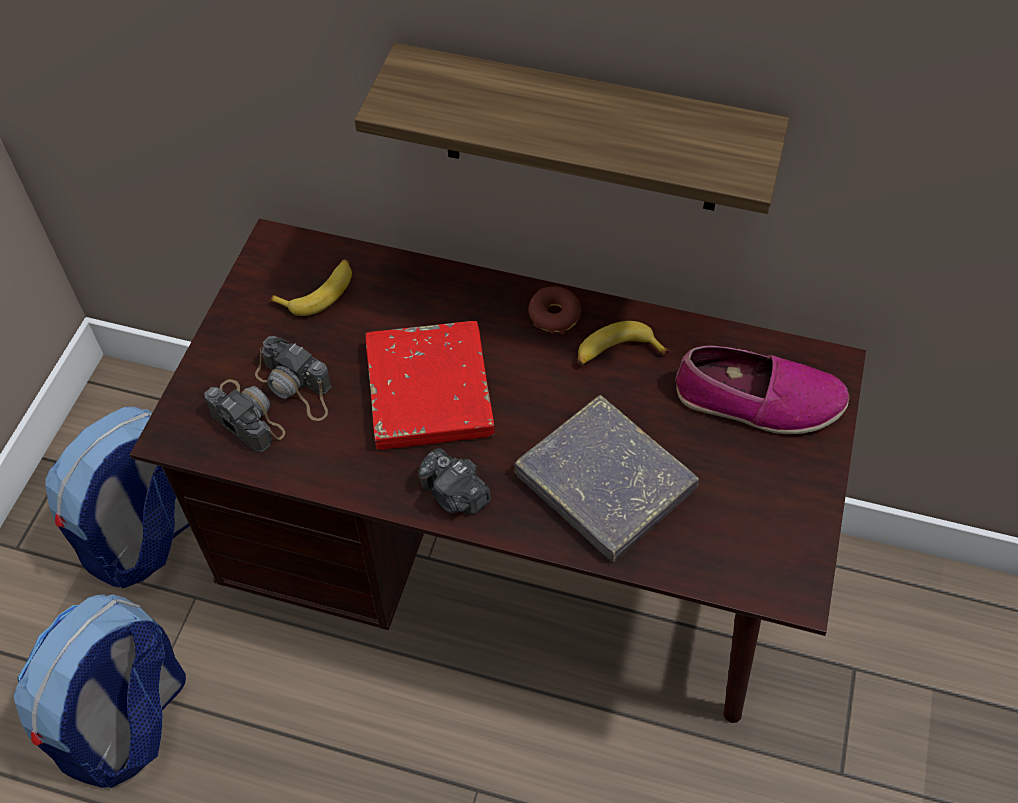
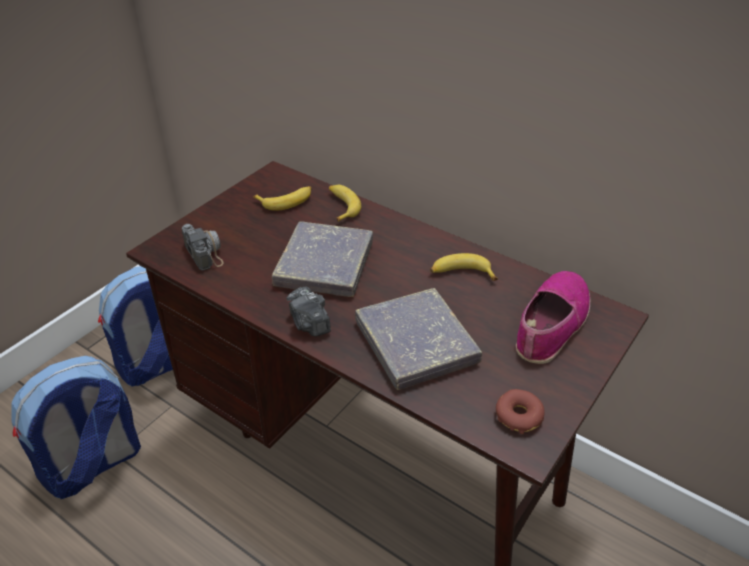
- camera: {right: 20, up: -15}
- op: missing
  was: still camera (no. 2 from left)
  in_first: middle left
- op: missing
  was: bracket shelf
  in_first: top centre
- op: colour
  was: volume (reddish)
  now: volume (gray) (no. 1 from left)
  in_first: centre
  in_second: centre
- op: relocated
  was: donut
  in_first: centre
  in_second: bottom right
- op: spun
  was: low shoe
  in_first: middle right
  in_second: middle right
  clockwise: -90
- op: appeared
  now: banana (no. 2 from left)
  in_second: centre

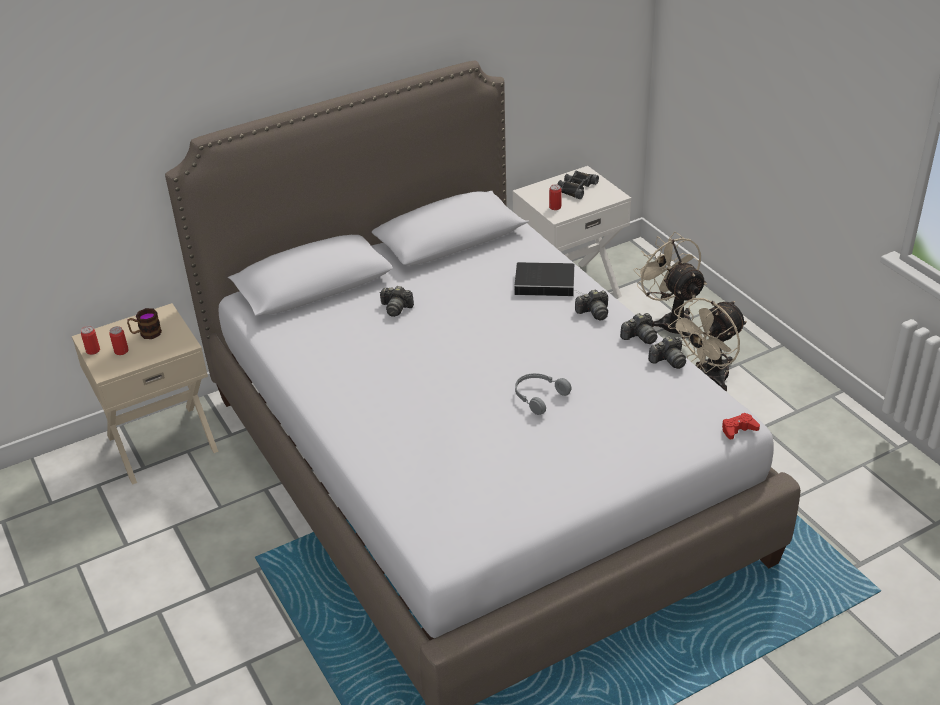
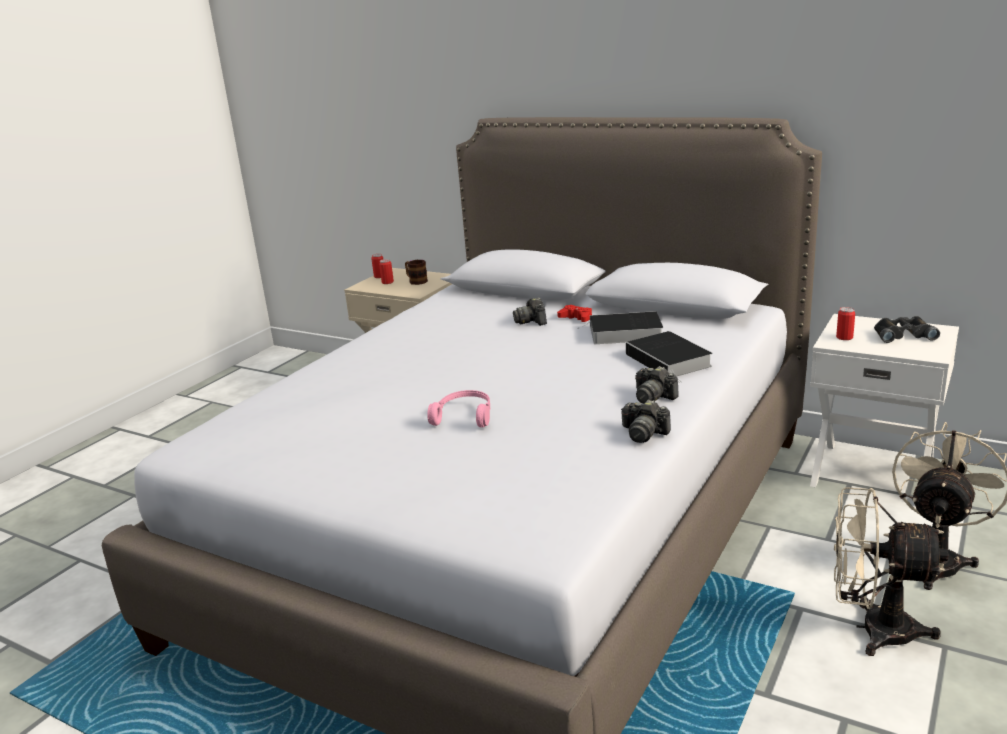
- camera: {right: 60, up: -15}
- op: colour
  was: headset (gray)
  now: headset (pink)
  in_first: centre
  in_second: centre
- op: missing
  was: still camera (no. 4 from left)
  in_first: middle right
- op: relocated
  was: gamepad (reddish)
  in_first: middle right
  in_second: centre
- op: appeared
  now: volume (no. 1 from left)
  in_second: centre

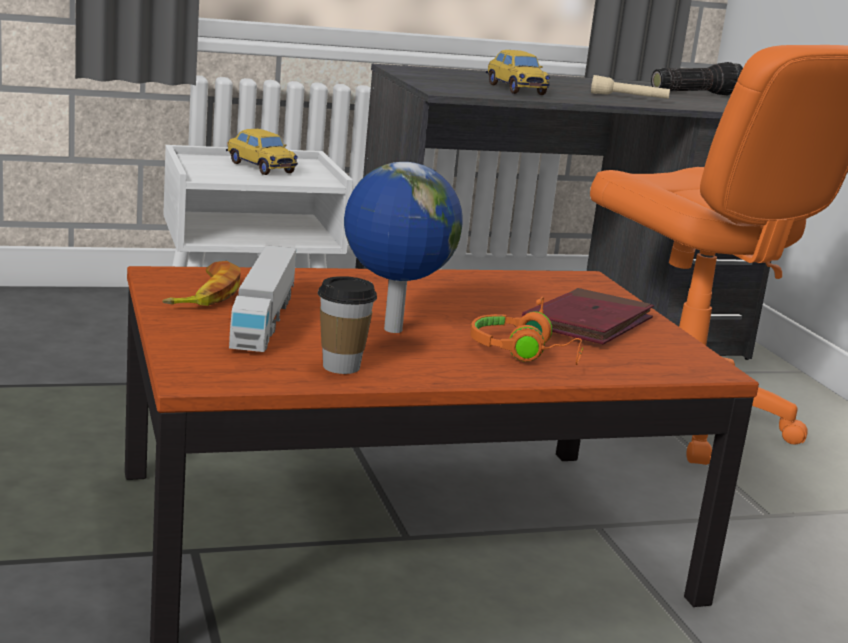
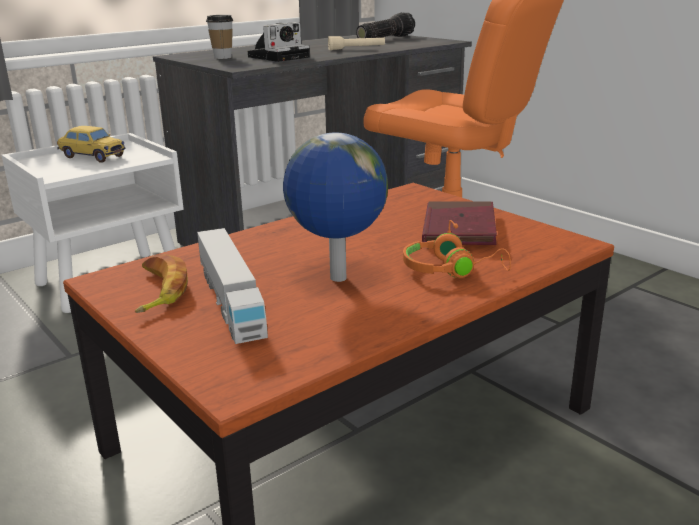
- camera: {right: -20, up: 5}
- op: relocated
  was: cup
  in_first: centre
  in_second: top left
- op: exchanged
  was: miniature car (no. 2 from left)
  now: still camera
  in_first: top centre
  in_second: top centre

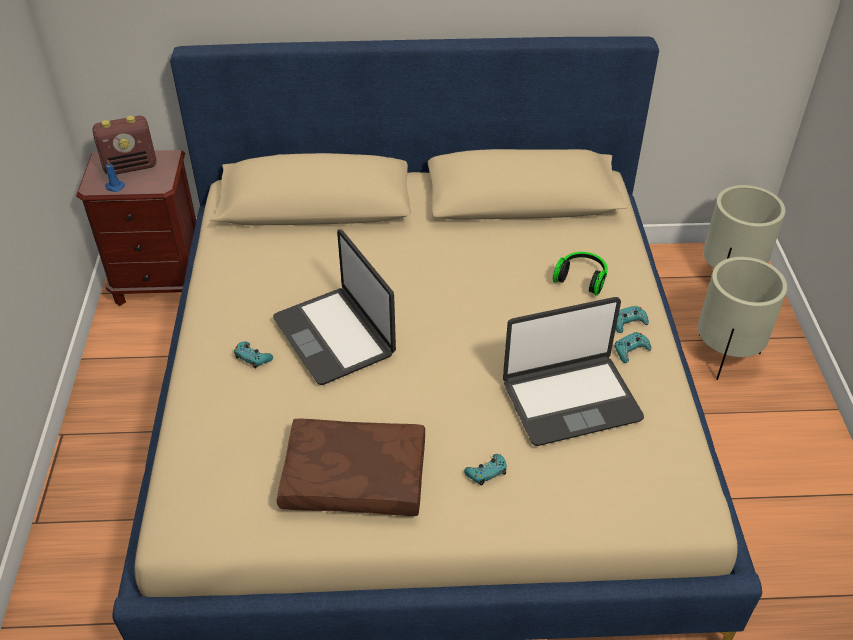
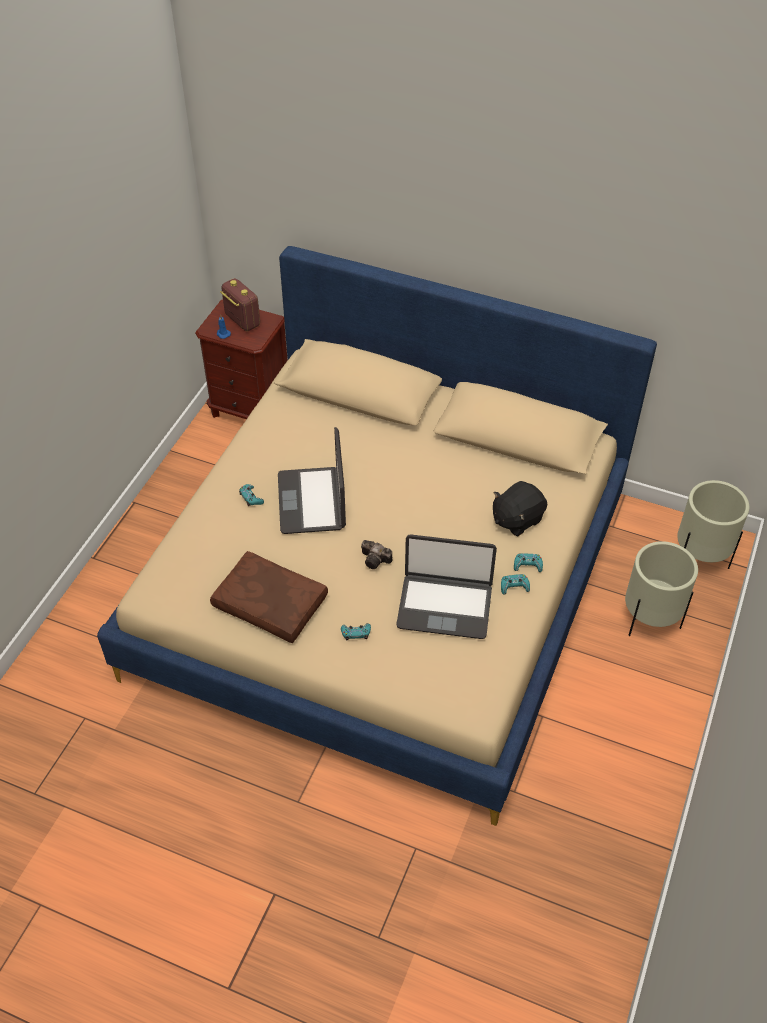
- camera: {right: 25, up: 5}
- op: spun
  was: radio
  in_first: top left
  in_second: top left
  clockwise: -135
- op: exchanged
  was: headset
  now: cuddly toy (black-coloured)
  in_first: middle right
  in_second: middle right
- op: appeared
  now: still camera
  in_second: centre

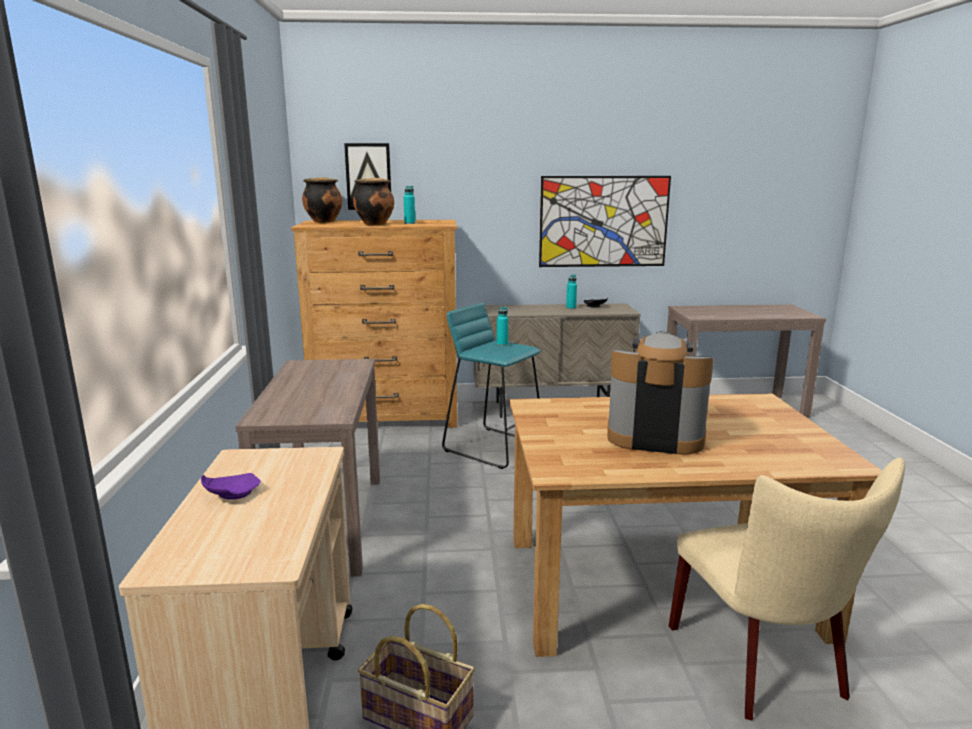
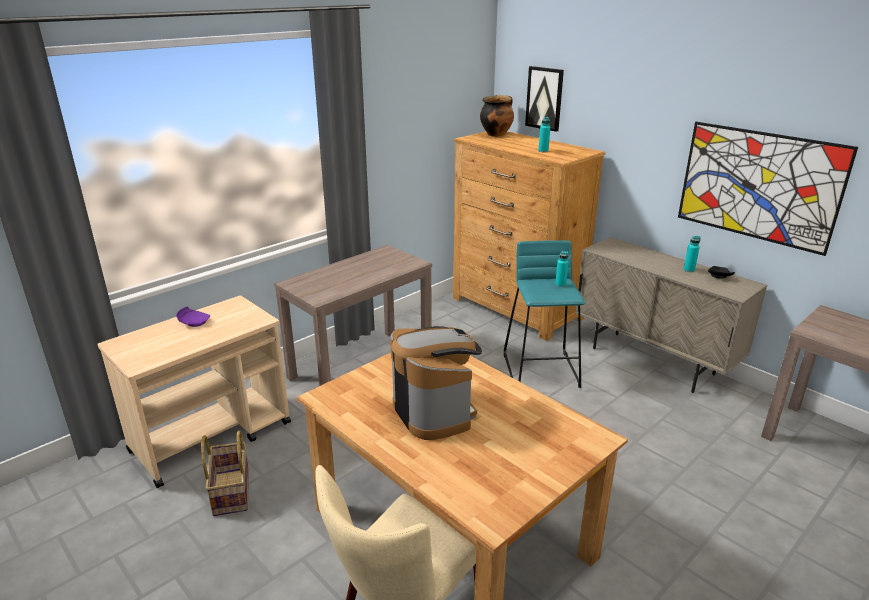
- camera: {right: 50, up: 10}
- op: missing
  was: stockpot (no. 2 from left)
  in_first: top centre

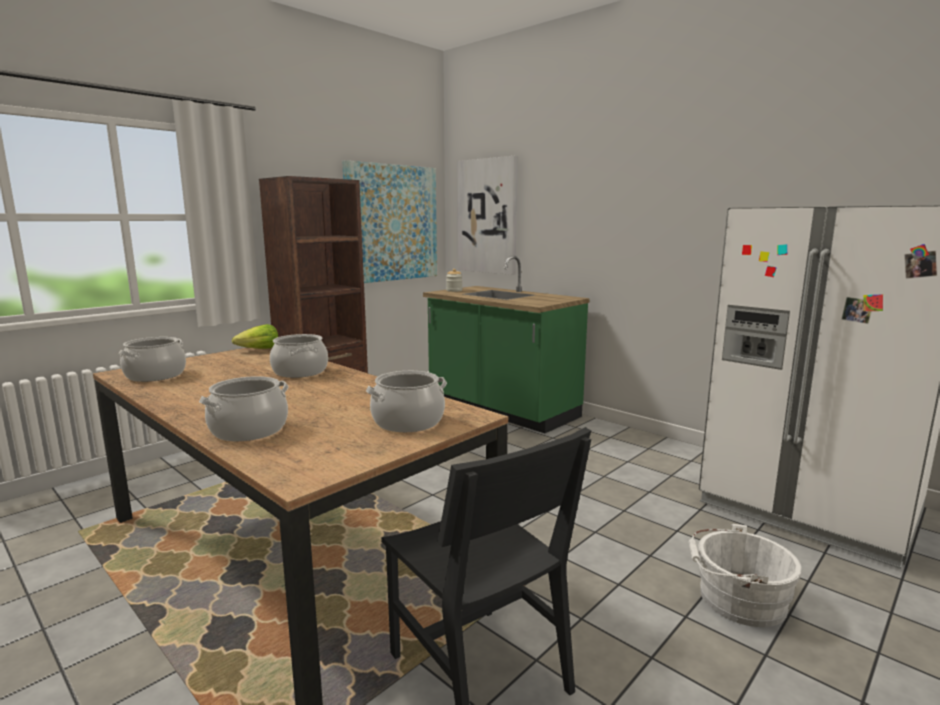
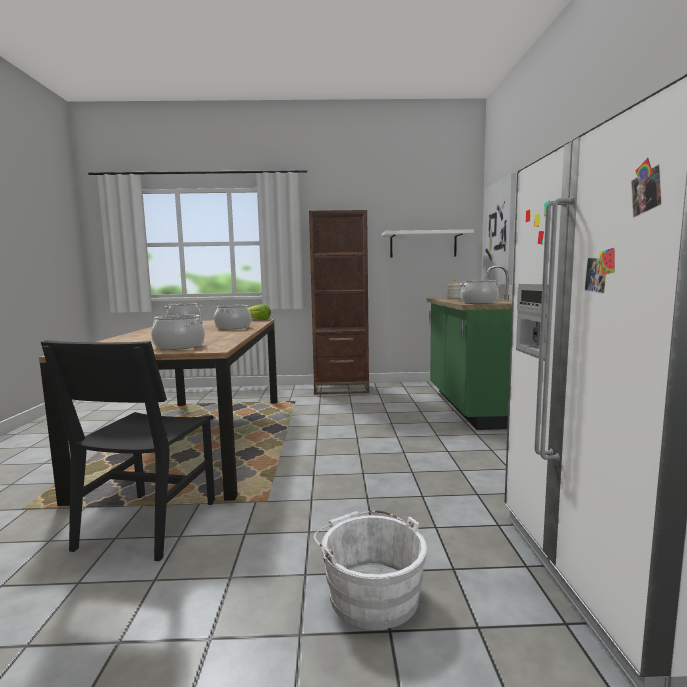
- camera: {right: 45, up: -5}
- op: relocated
  was: stockpot (no. 2 from left in the first image)
  now: stockpot (no. 4 from left)
  in_first: middle left
  in_second: middle right
- op: exchanged
  was: wall art (no. 1 from left)
  now: bracket shelf (whitish)
  in_first: top centre
  in_second: centre

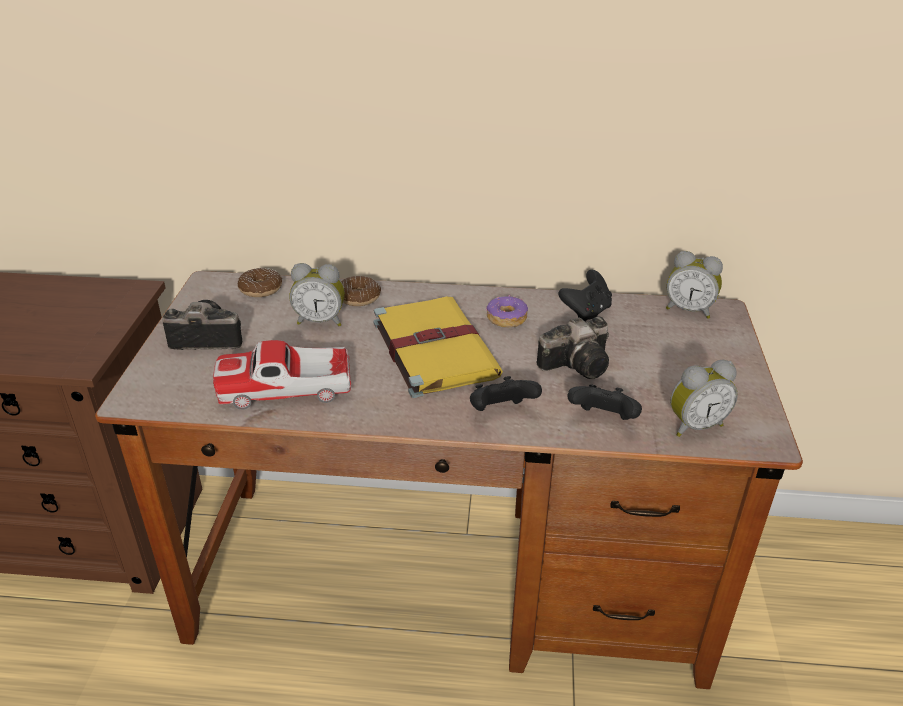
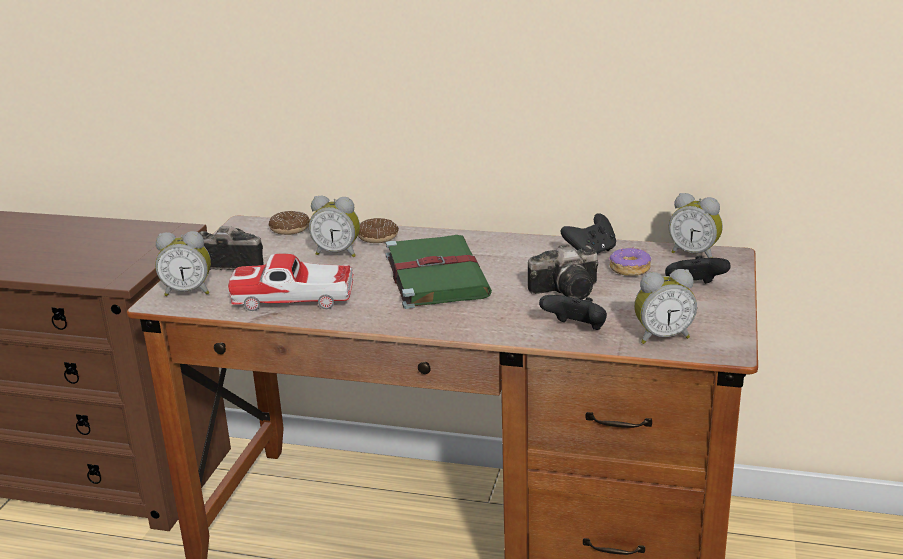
- camera: {right: 10, up: -10}
- op: colour
  was: volume (yellow-coloured)
  now: volume (greenish)
  in_first: centre
  in_second: centre
- op: relocated
  was: gamepad (black-coloured) (no. 1 from left in the first image)
  now: gamepad (black-coloured) (no. 3 from left)
  in_first: centre
  in_second: middle right
- op: relocated
  was: donut (no. 3 from left)
  in_first: centre
  in_second: middle right
- op: appeared
  now: table clock (no. 1 from left)
  in_second: middle left

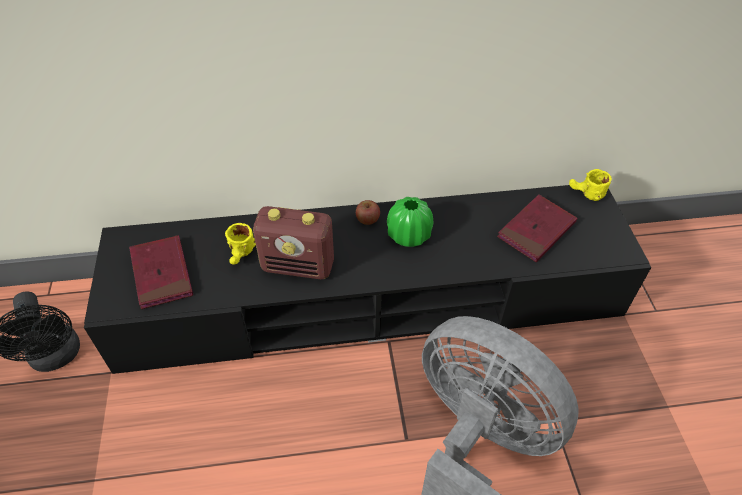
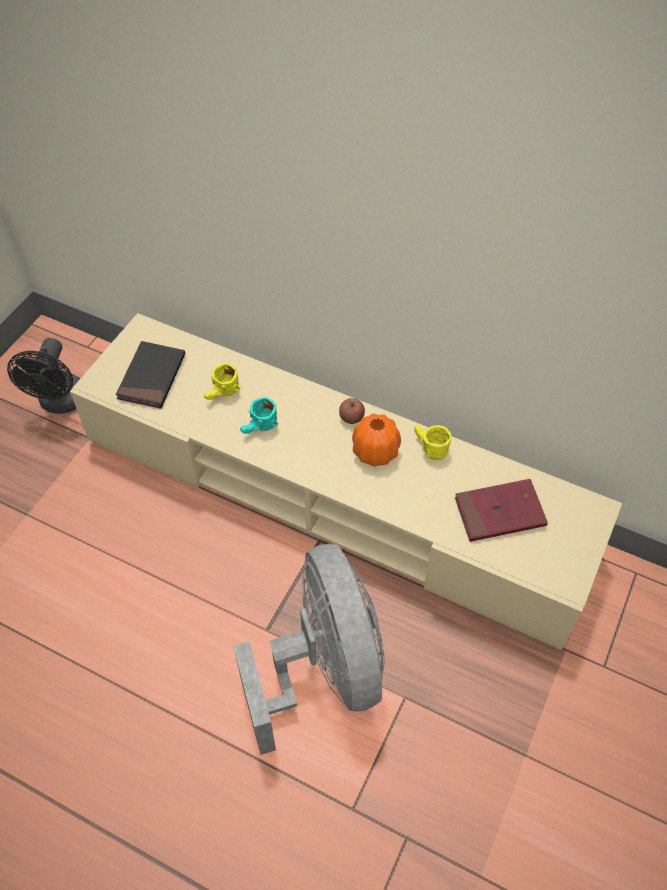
- camera: {right: 35, up: 5}
- op: colour
  was: tv unit (black-coloured)
  now: tv unit (beige-coloured)
  in_first: centre
  in_second: centre
- op: colour
  was: volume (reddish) (no. 1 from left)
  now: volume (black-coloured)
  in_first: middle left
  in_second: middle left
- op: exchanged
  was: radio
  now: tea mug (turquoise-coloured)
  in_first: centre
  in_second: centre
- op: colour
  was: flower vase (greenish)
  now: flower vase (orange)
  in_first: centre
  in_second: centre
- op: relocated
  was: tea mug (yellow-coloured) (no. 2 from left)
  in_first: middle right
  in_second: centre

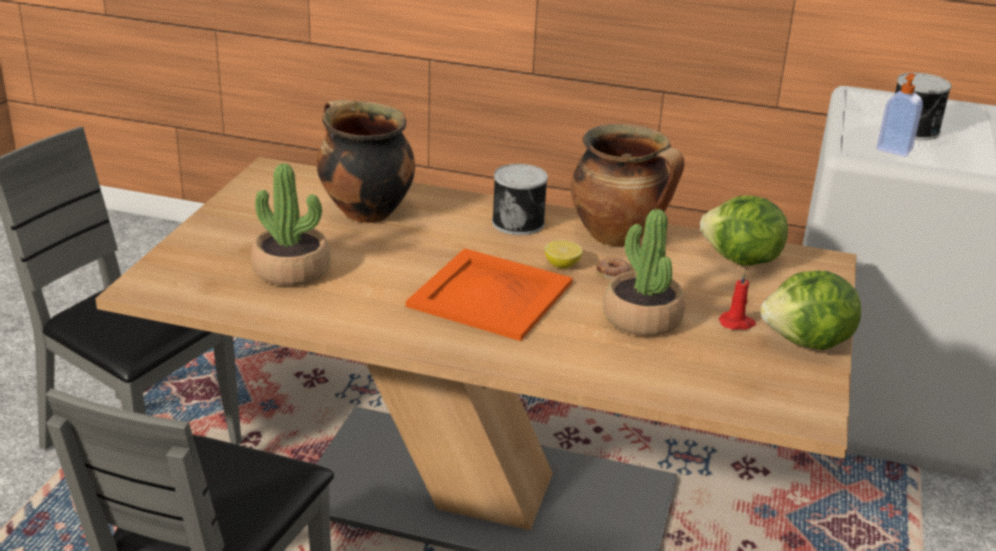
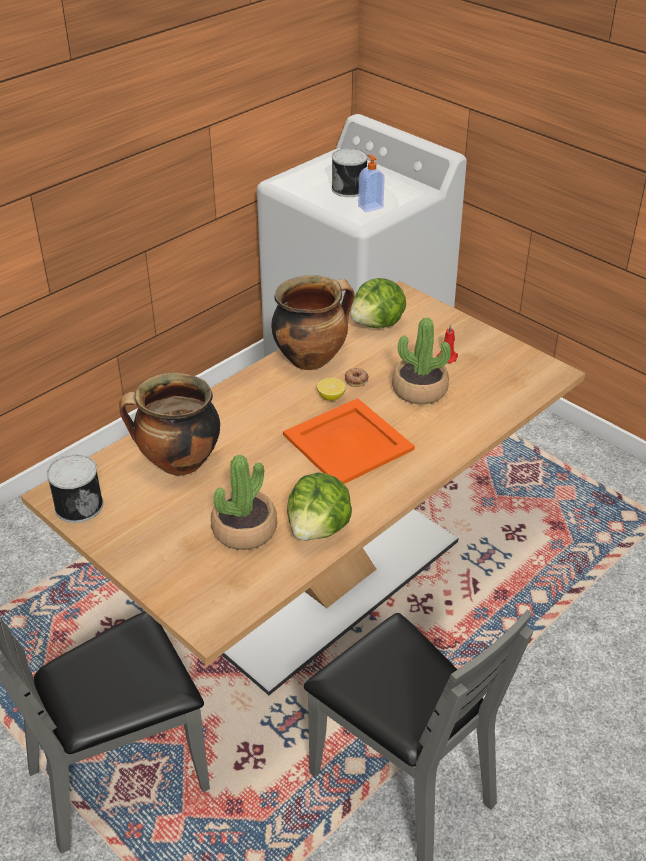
- camera: {right: -60, up: 10}
- op: relocated
  was: can (no. 1 from left)
  in_first: centre
  in_second: middle left
- op: relocated
  was: lettuce head (no. 2 from left in the first image)
  now: lettuce head (no. 1 from left)
  in_first: middle right
  in_second: centre

